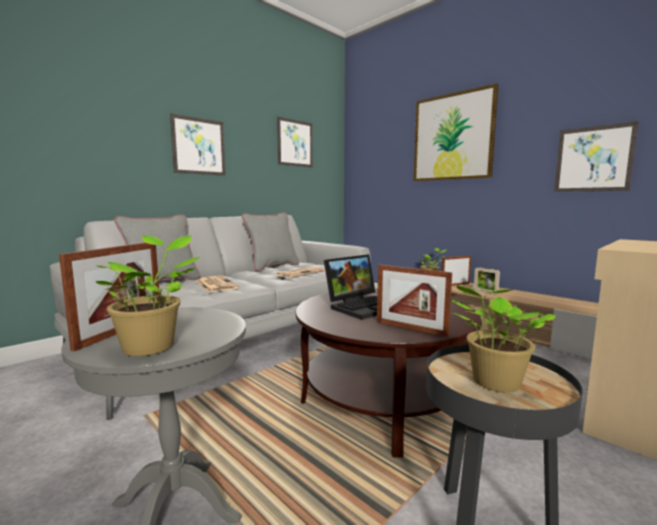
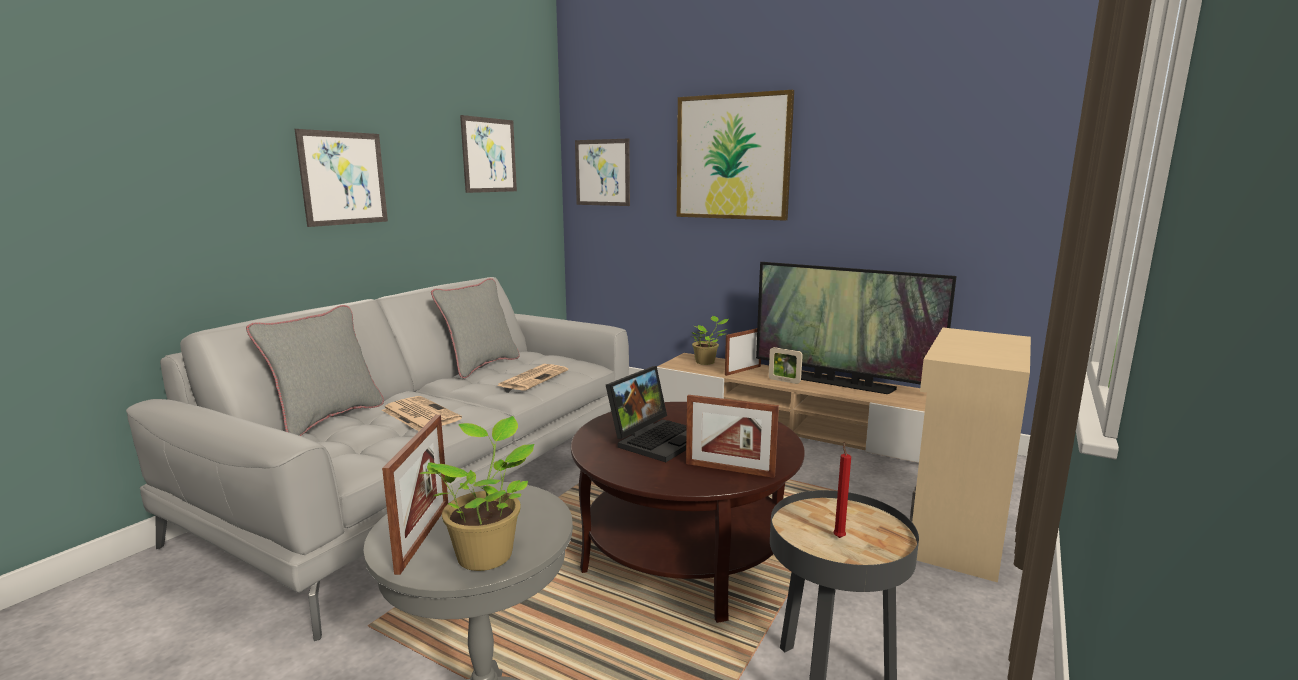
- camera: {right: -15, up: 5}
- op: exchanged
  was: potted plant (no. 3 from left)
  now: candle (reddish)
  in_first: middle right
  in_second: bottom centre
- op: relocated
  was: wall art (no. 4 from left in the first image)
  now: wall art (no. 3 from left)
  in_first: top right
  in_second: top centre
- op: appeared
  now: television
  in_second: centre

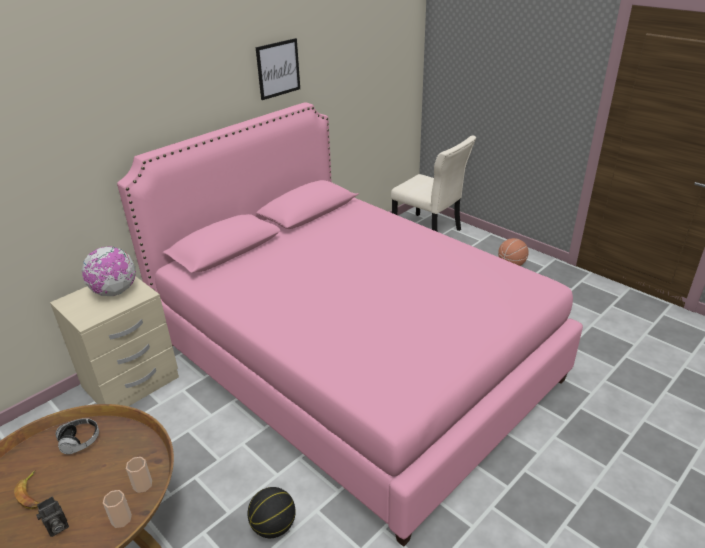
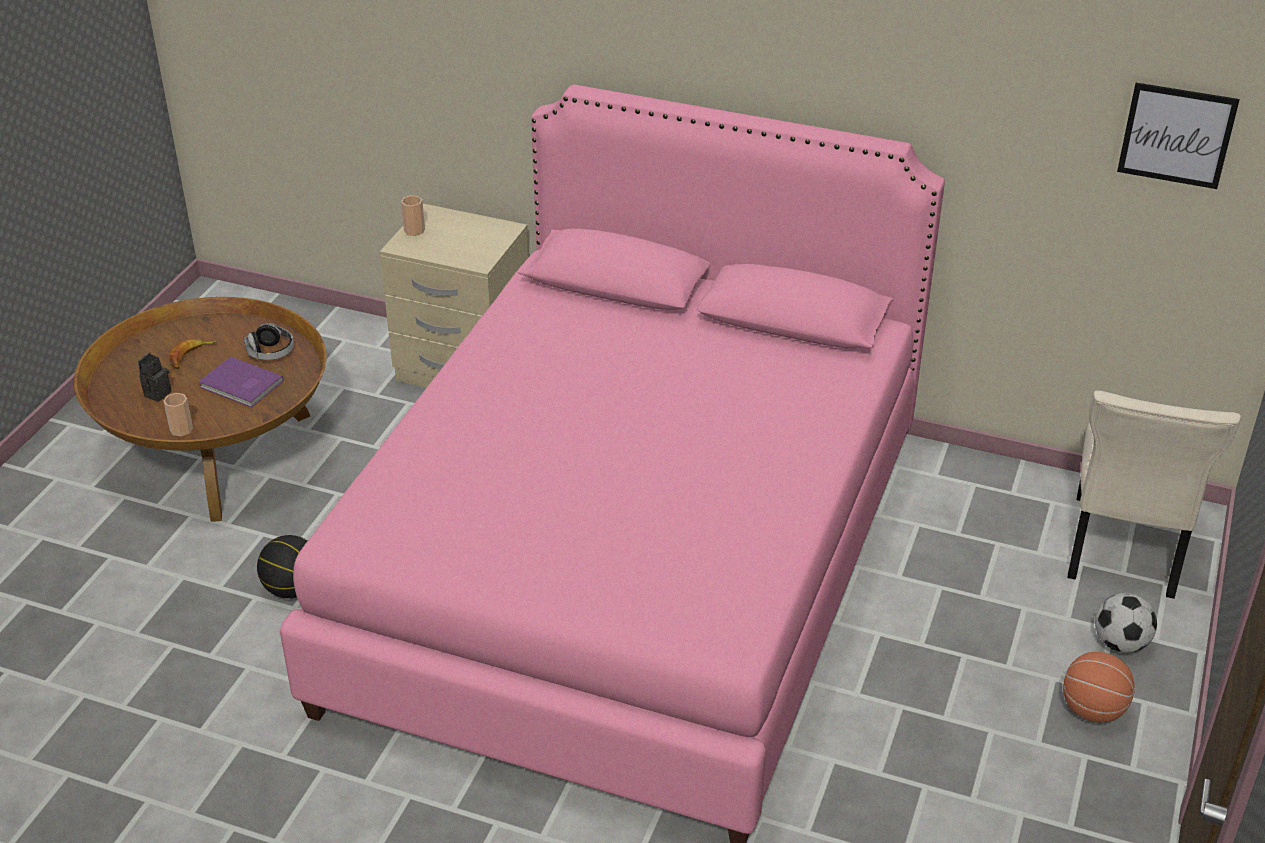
- camera: {right: 65, up: 5}
- op: spun
  was: still camera
  in_first: bottom left
  in_second: middle left
  clockwise: 90
- op: missing
  was: desk globe
  in_first: middle left
- op: relocated
  was: cup (no. 2 from left)
  in_first: bottom left
  in_second: top left
- op: relocated
  was: wall art
  in_first: top centre
  in_second: top right
- op: appeared
  now: volume (purple-coloured)
  in_second: middle left
- op: appeared
  now: football
  in_second: bottom right

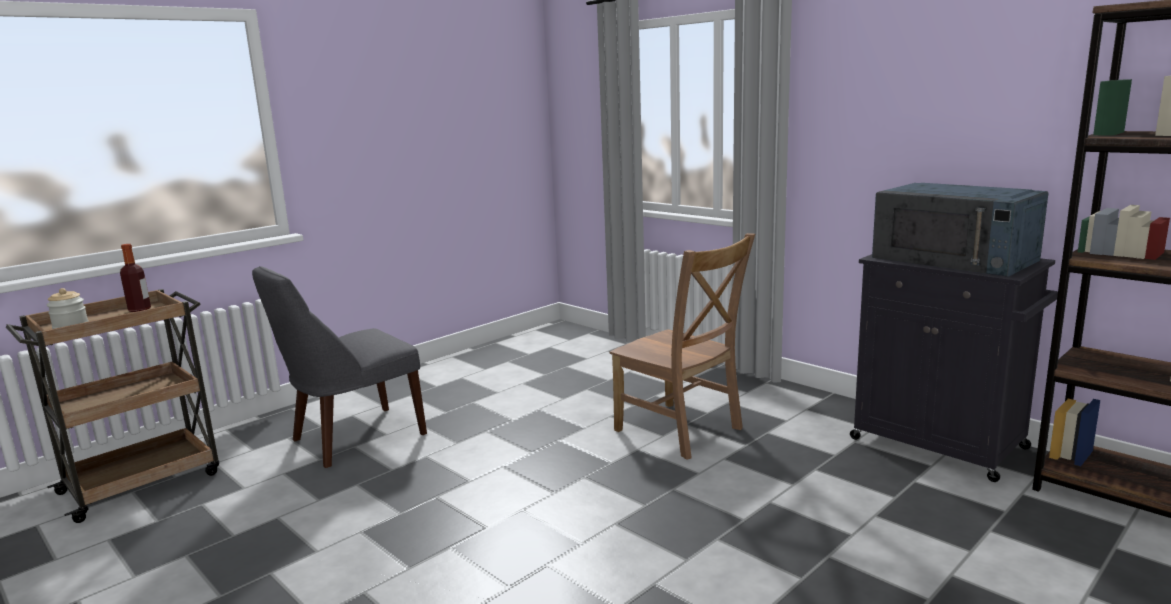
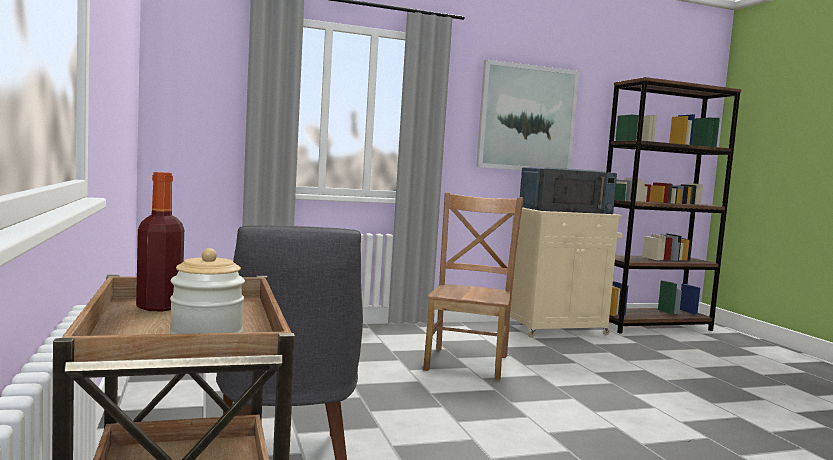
- camera: {right: -65, up: -10}
- op: spun
  was: plain chair (brown)
  in_first: centre
  in_second: centre
  clockwise: -60
- op: colour
  was: cabinet (black-coloured)
  now: cabinet (beige-coloured)
  in_first: middle right
  in_second: middle right
- op: appeared
  now: wall art
  in_second: top centre

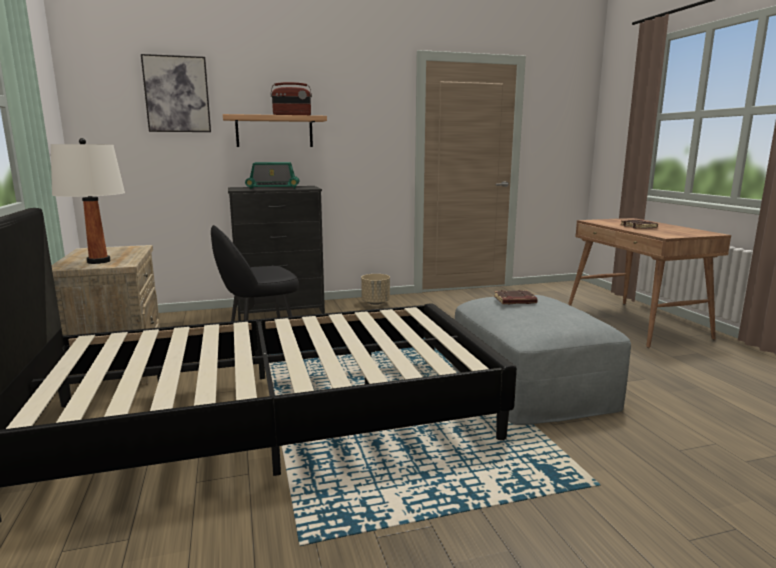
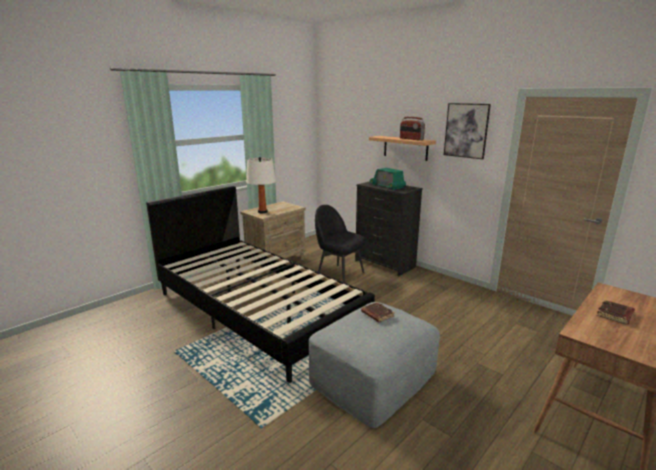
- camera: {right: 60, up: 5}
- op: relocated
  was: wall art
  in_first: top left
  in_second: top right
- op: missing
  was: planter (beige-coloured)
  in_first: centre

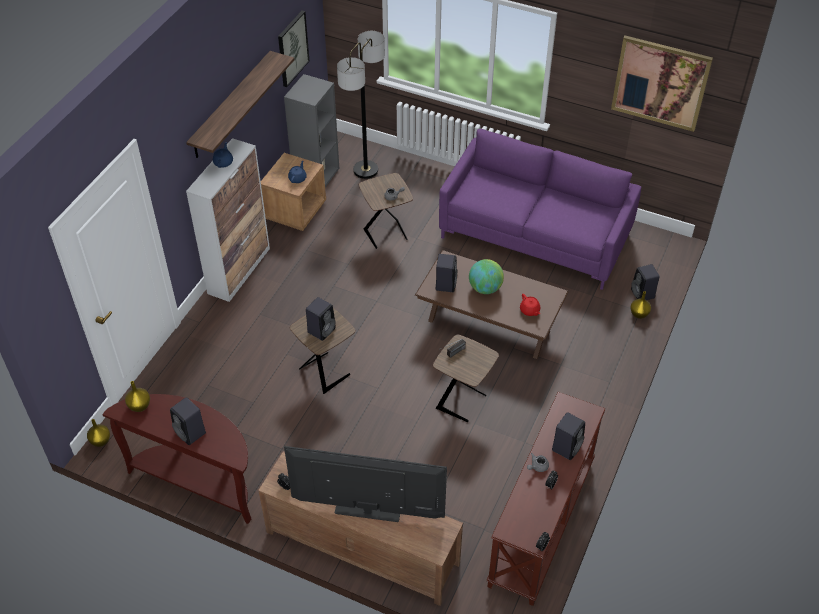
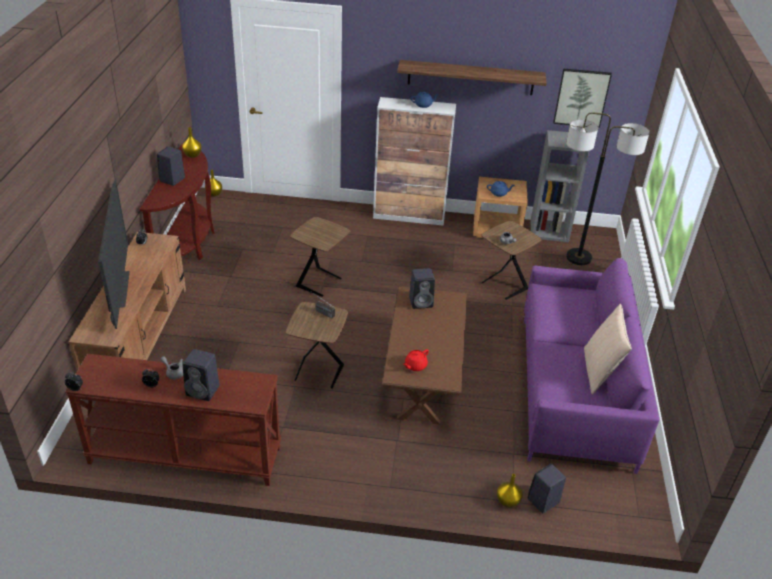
- camera: {right: 70, up: -10}
- op: missing
  was: loudspeaker (black-coloured) (no. 2 from left)
  in_first: centre
- op: missing
  was: desk globe
  in_first: centre
- op: missing
  was: wall art (no. 2 from left)
  in_first: top right
- op: appeared
  now: pillow (beige-coloured)
  in_second: middle right

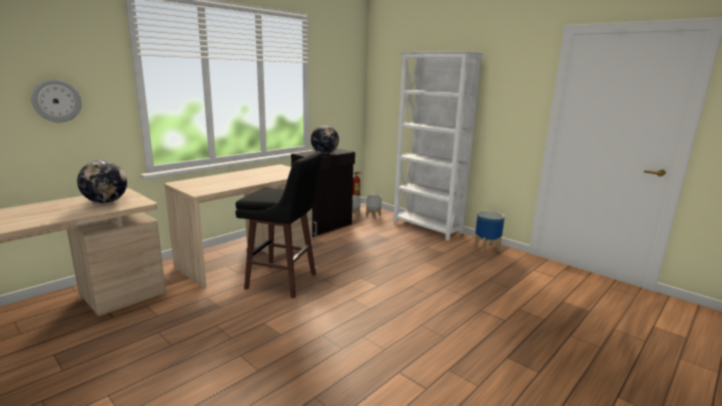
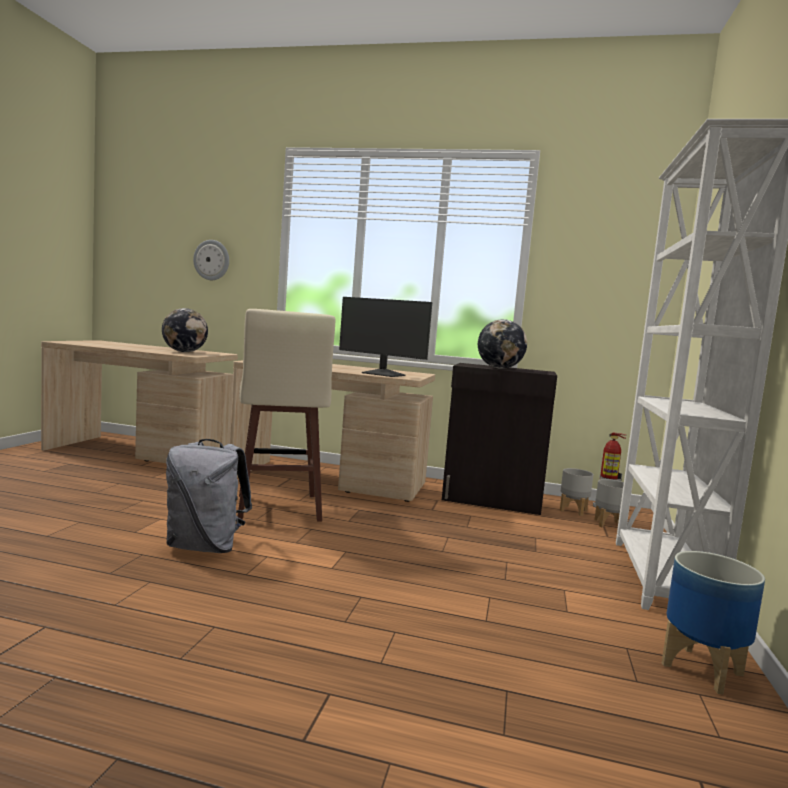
- camera: {right: 60, up: -10}
- op: colour
  was: stool (black-coloured)
  now: stool (beige-coloured)
  in_first: centre
  in_second: centre
- op: appeared
  now: knapsack (gray)
  in_second: middle left
- op: appeared
  now: monitor
  in_second: centre

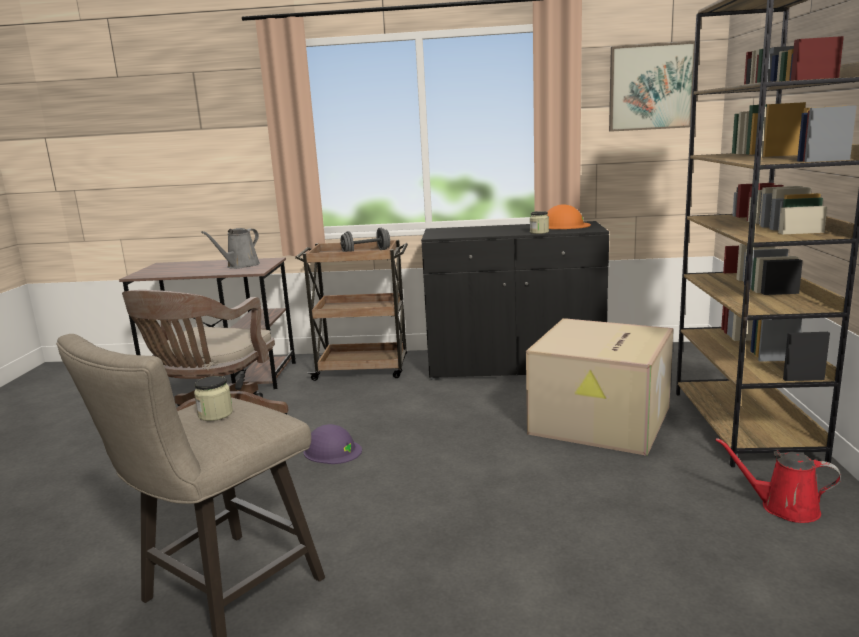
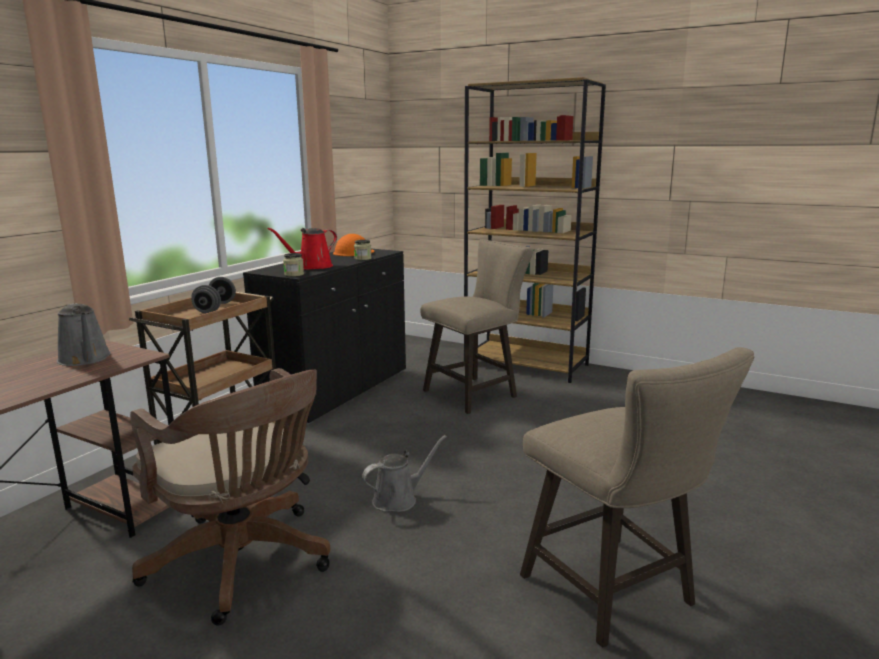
- camera: {right: -65, up: 0}
- op: relocated
  was: storage jar (no. 1 from left)
  in_first: middle left
  in_second: centre
- op: exchanged
  was: safety helmet (purple-coloured)
  now: watering can (gray) (no. 2 from left)
  in_first: bottom centre
  in_second: bottom centre
- op: exchanged
  was: cardboard box
  now: stool (beige-coloured) (no. 1 from left)
  in_first: middle right
  in_second: centre
- op: missing
  was: wall art
  in_first: top right
- op: relocated
  was: watering can (reddish)
  in_first: bottom right
  in_second: centre

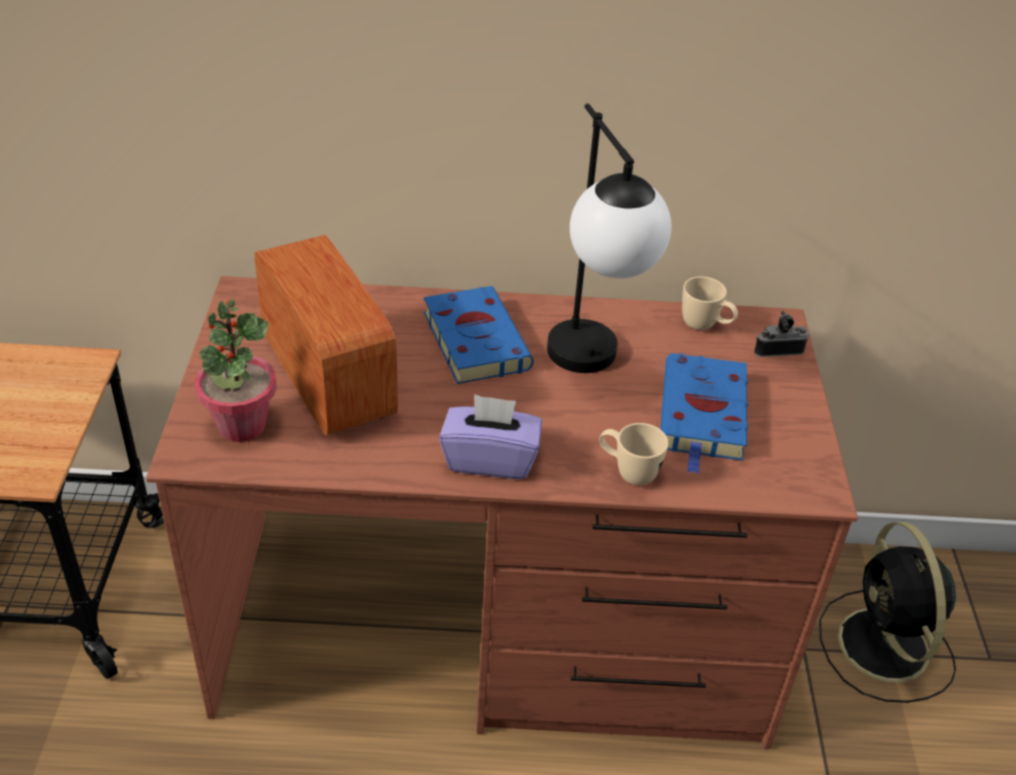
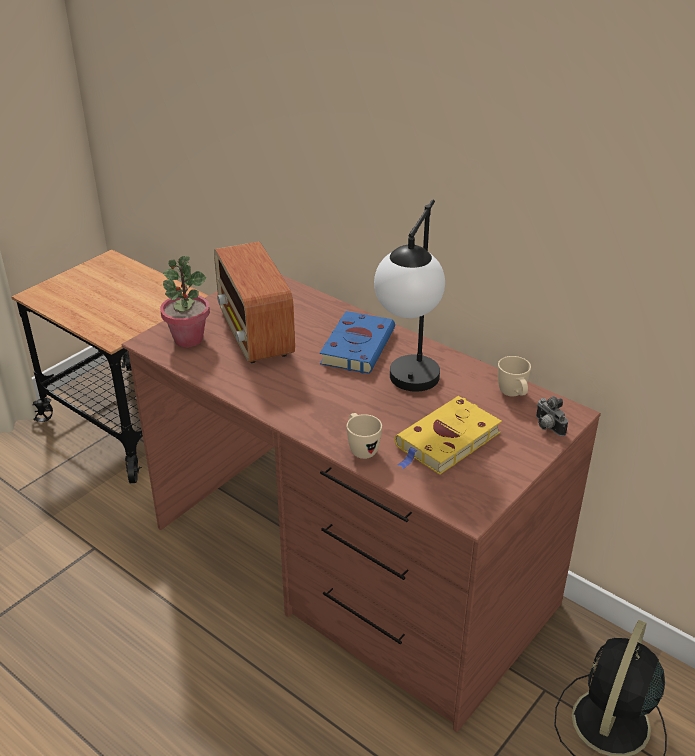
- camera: {right: 40, up: -5}
- op: spun
  was: radio
  in_first: middle left
  in_second: centre
  clockwise: 150
- op: missing
  was: tissue box (purple-coloured)
  in_first: centre
- op: colour
  was: volume (blue-coloured) (no. 2 from left)
  now: volume (yellow-coloured)
  in_first: middle right
  in_second: centre
- op: spun
  was: still camera
  in_first: middle right
  in_second: middle right
  clockwise: -150

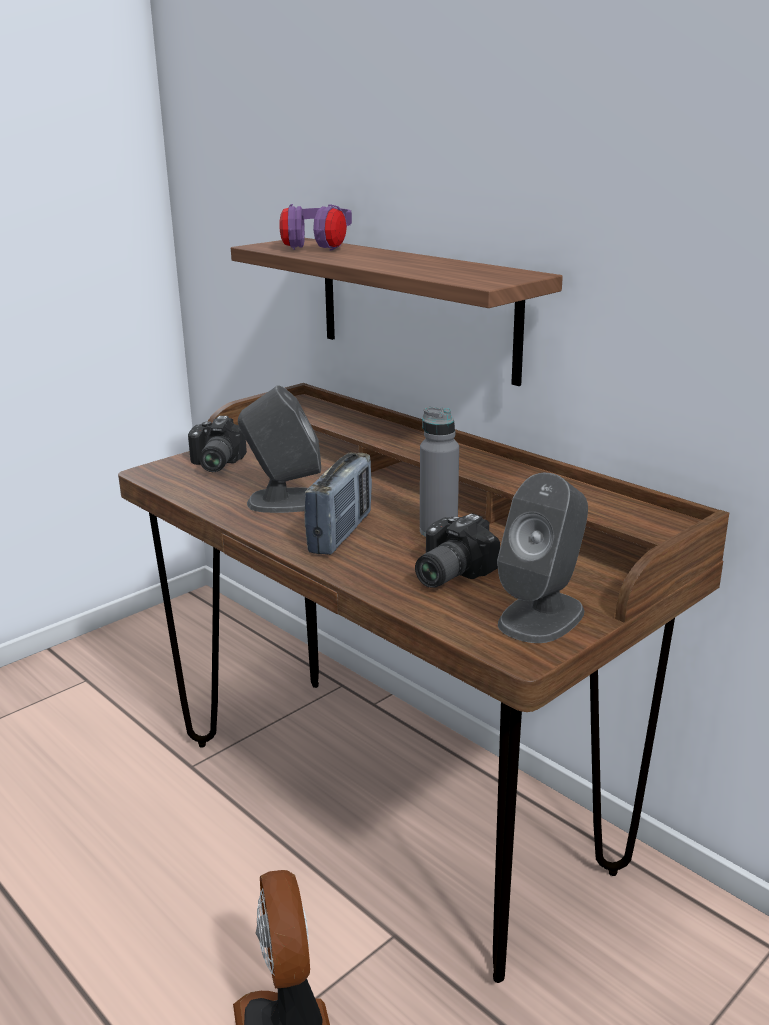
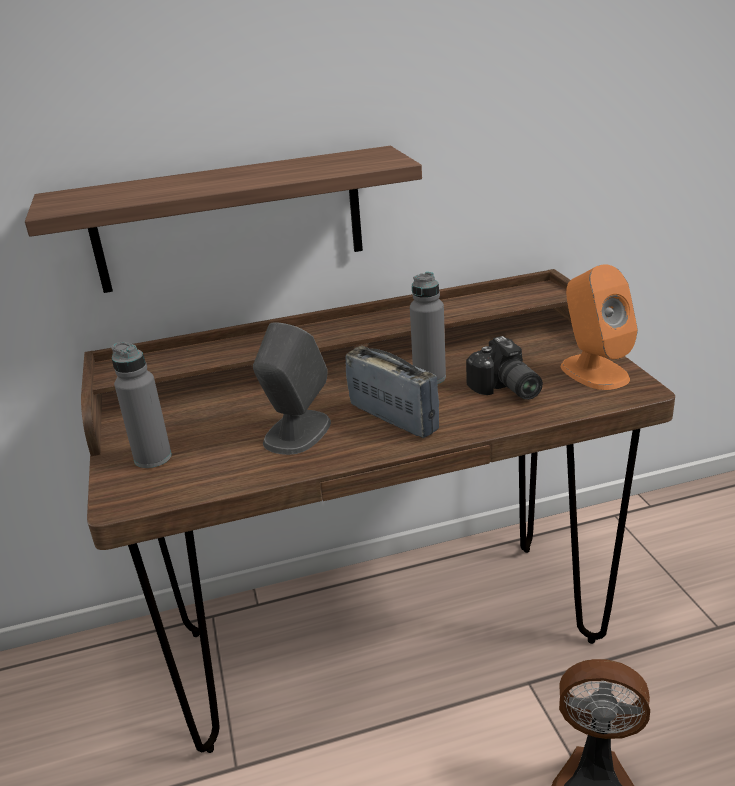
- camera: {right: -60, up: 5}
- op: exchanged
  was: still camera (no. 1 from left)
  now: beverage bottle (gray) (no. 1 from left)
  in_first: middle left
  in_second: middle left
- op: missing
  was: headset (purple-coloured)
  in_first: top centre
- op: colour
  was: loudspeaker (gray) (no. 2 from left)
  now: loudspeaker (orange)
  in_first: middle right
  in_second: middle right

